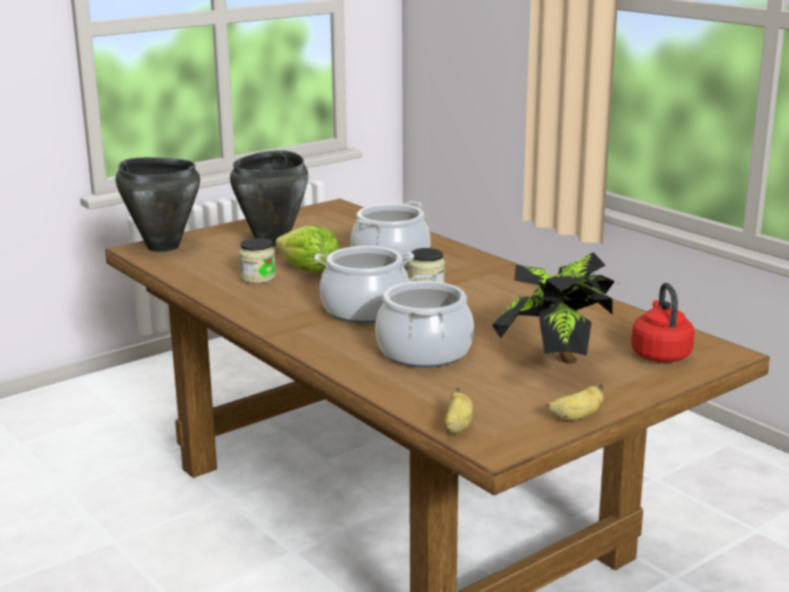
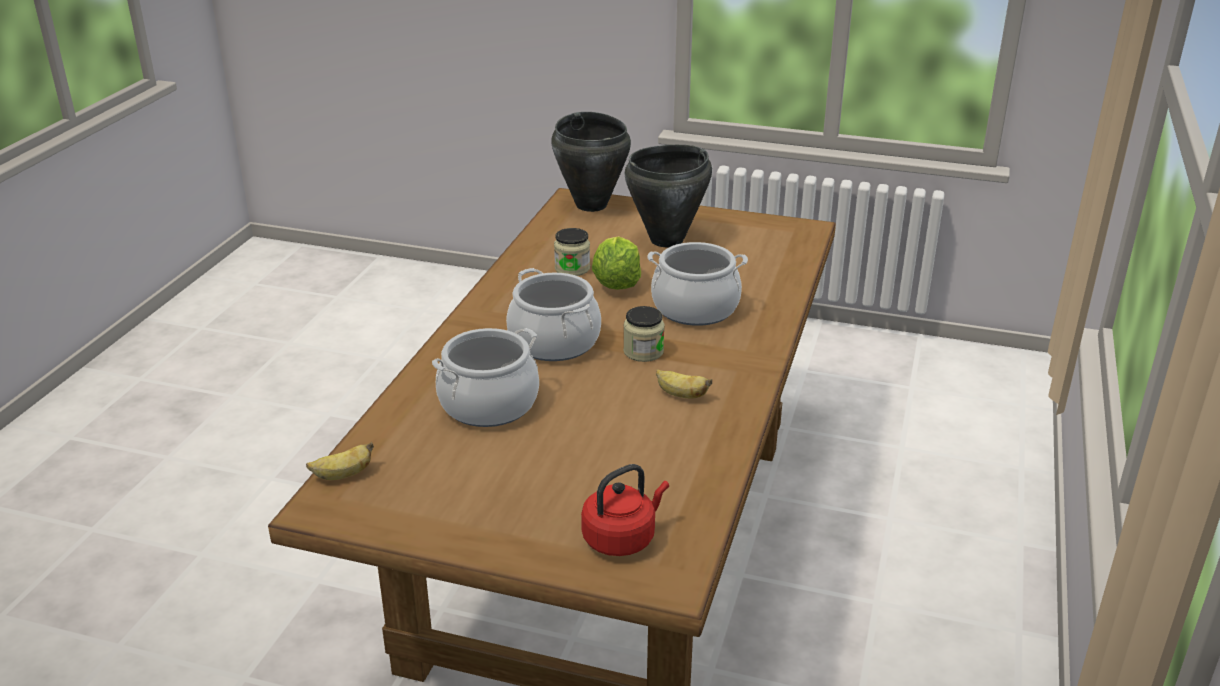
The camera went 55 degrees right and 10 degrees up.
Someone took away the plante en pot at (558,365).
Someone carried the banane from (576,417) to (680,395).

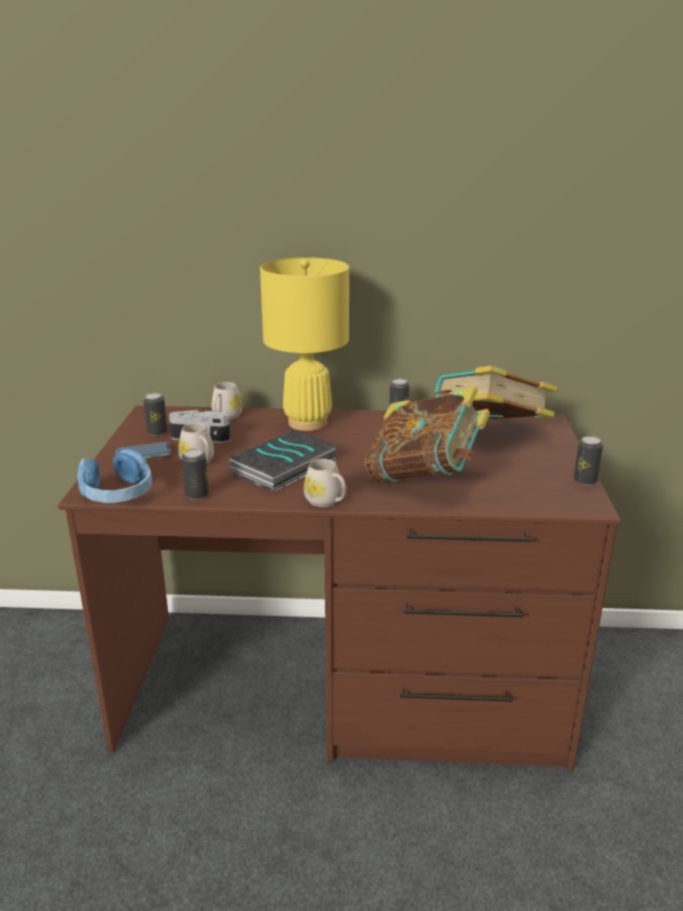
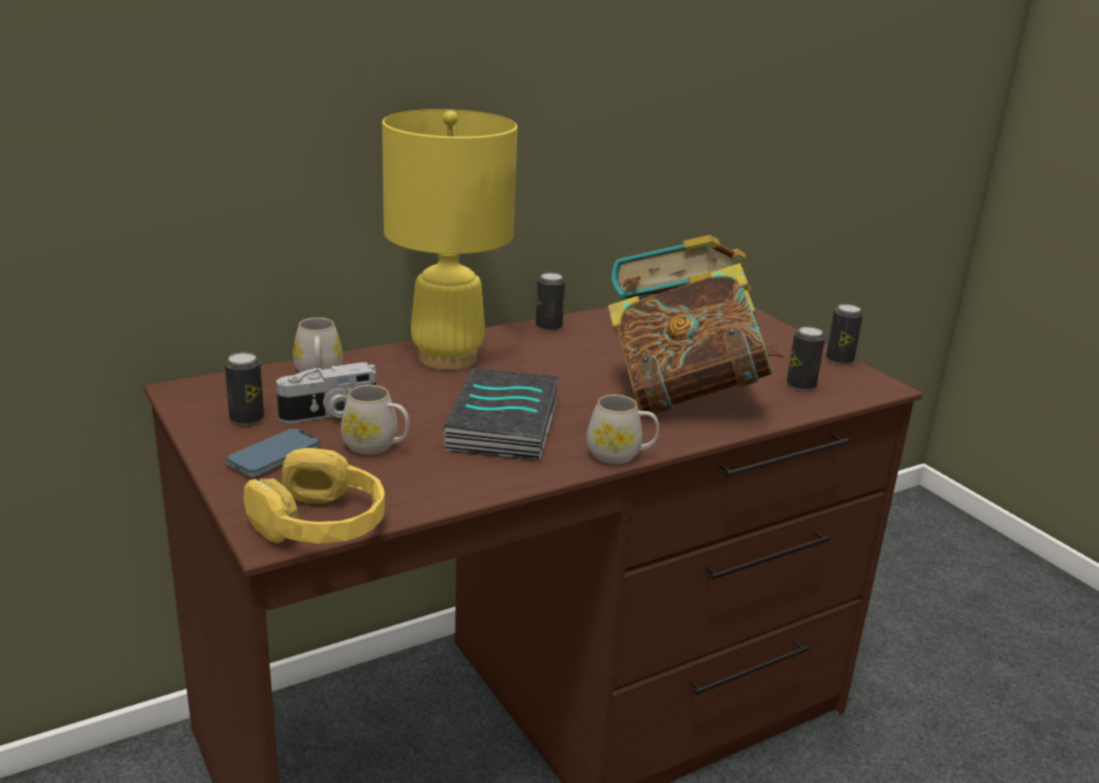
The camera went 35 degrees left and 0 degrees up.
Someone repainted the casque audio [bleu] at (117,493), which became the casque audio [jaune] at (320,524).
Someone carried the boîte métallique from (197,495) to (801,385).

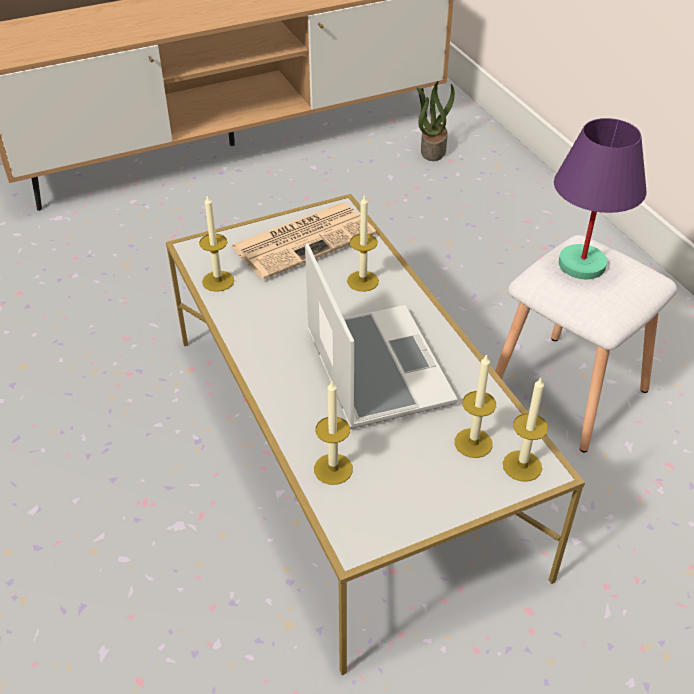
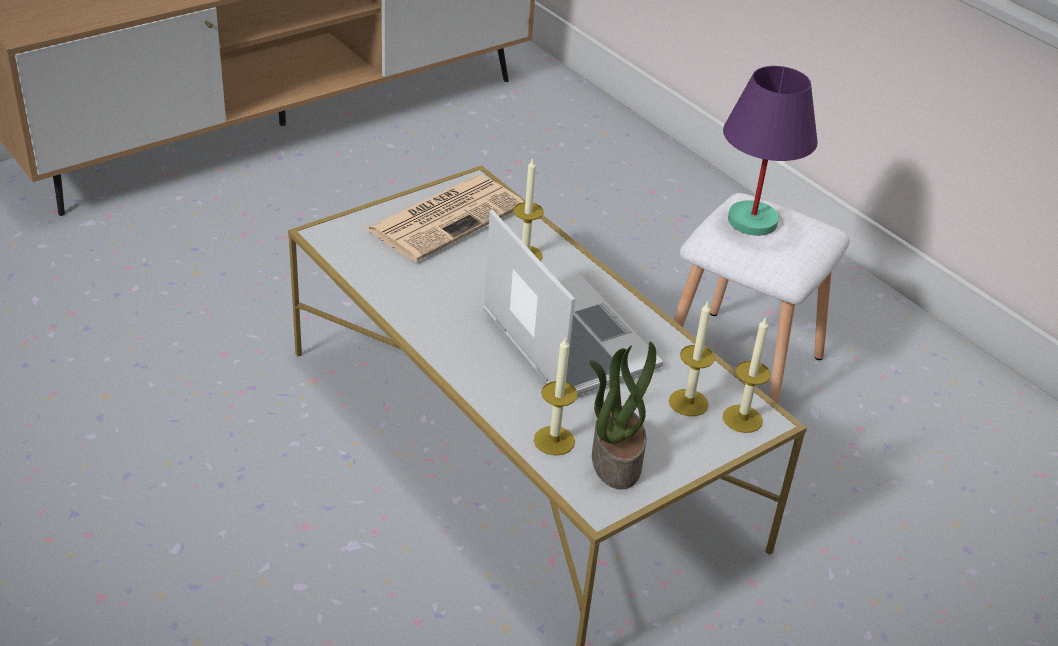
The camera went 15 degrees left and 5 degrees down.
Someone carried the plante en pot from (432,150) to (615,460).
Someone took away the bougie at (218,281).

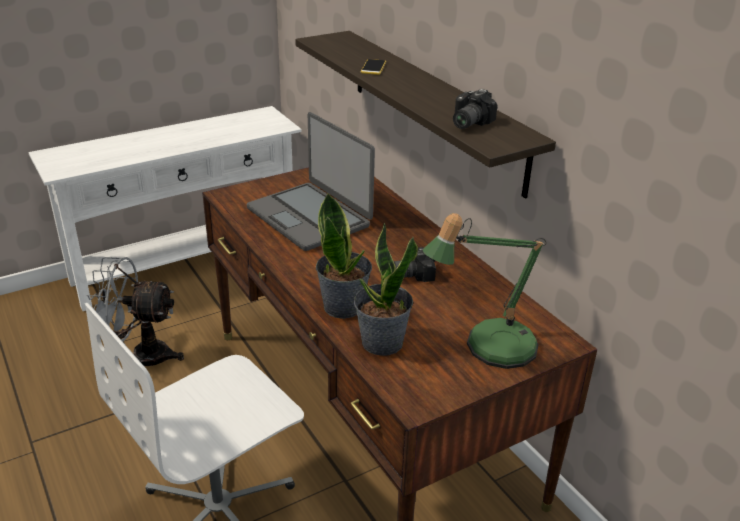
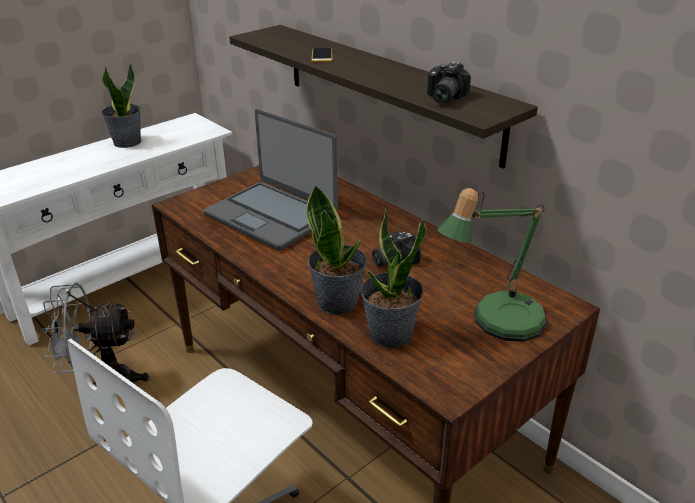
The camera went 10 degrees left and 0 degrees up.
Someone put down the plante en pot at (127,142).

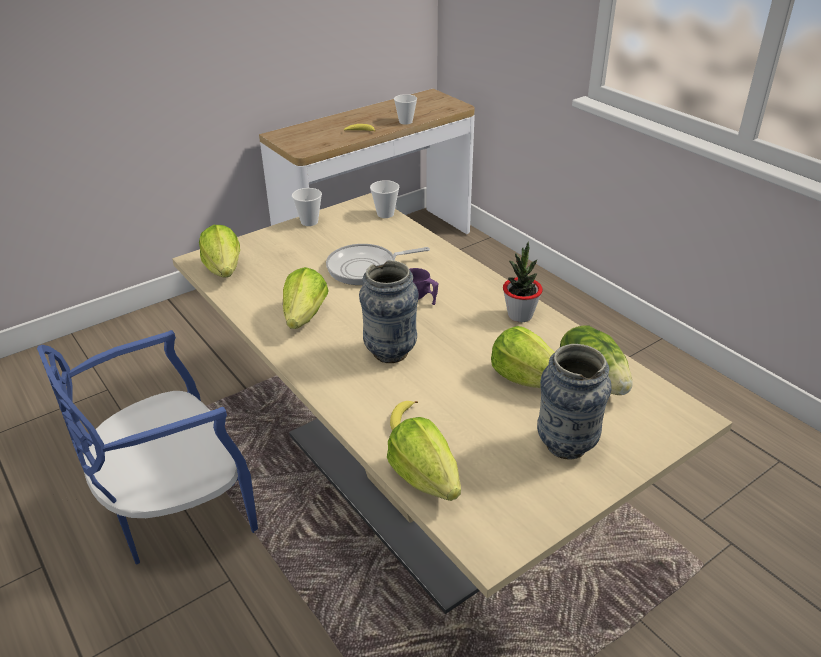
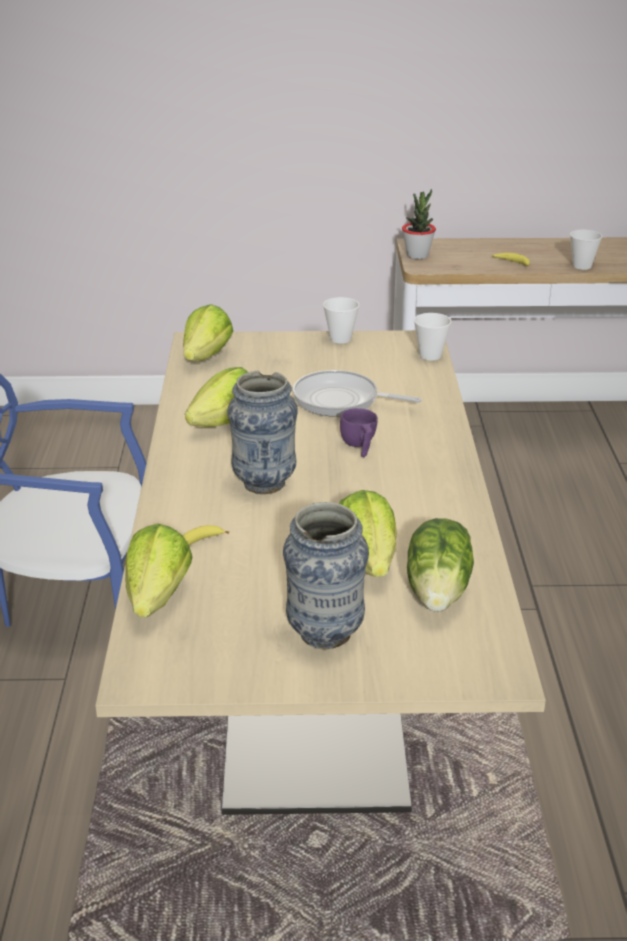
The camera went 35 degrees right and 5 degrees down.
Someone carried the plante en pot from (520,315) to (417,255).

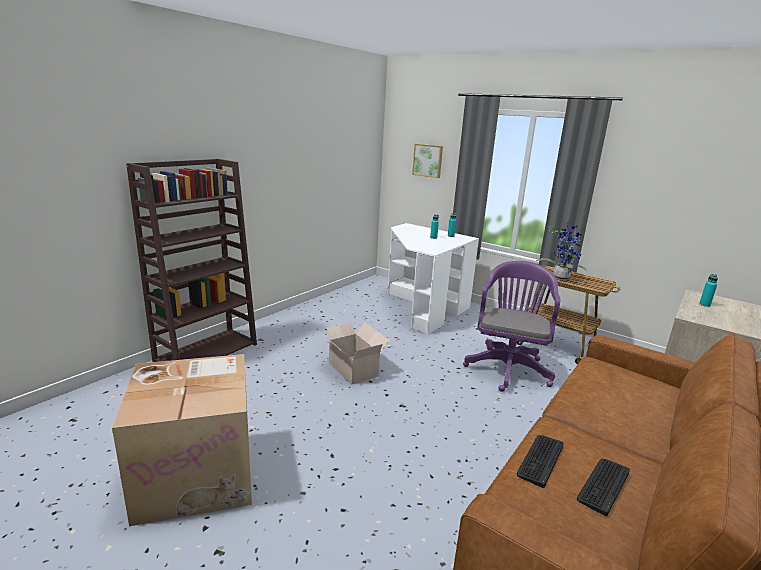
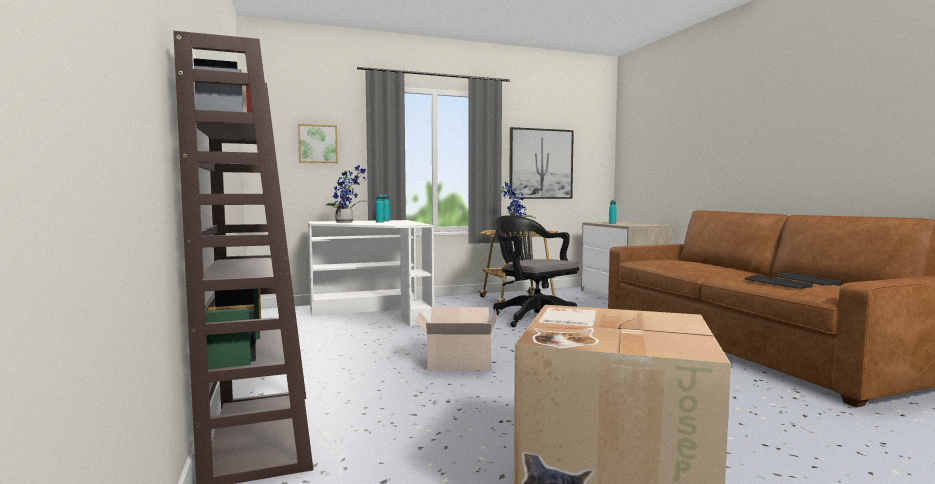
The camera went 55 degrees left and 15 degrees down.
Someone repainted the chaise de bureau [violet] at (508,367), which became the chaise de bureau [noir] at (533,317).
Someone put up the tableau at (541,164).
Someone put down the plante en pot at (346,222).

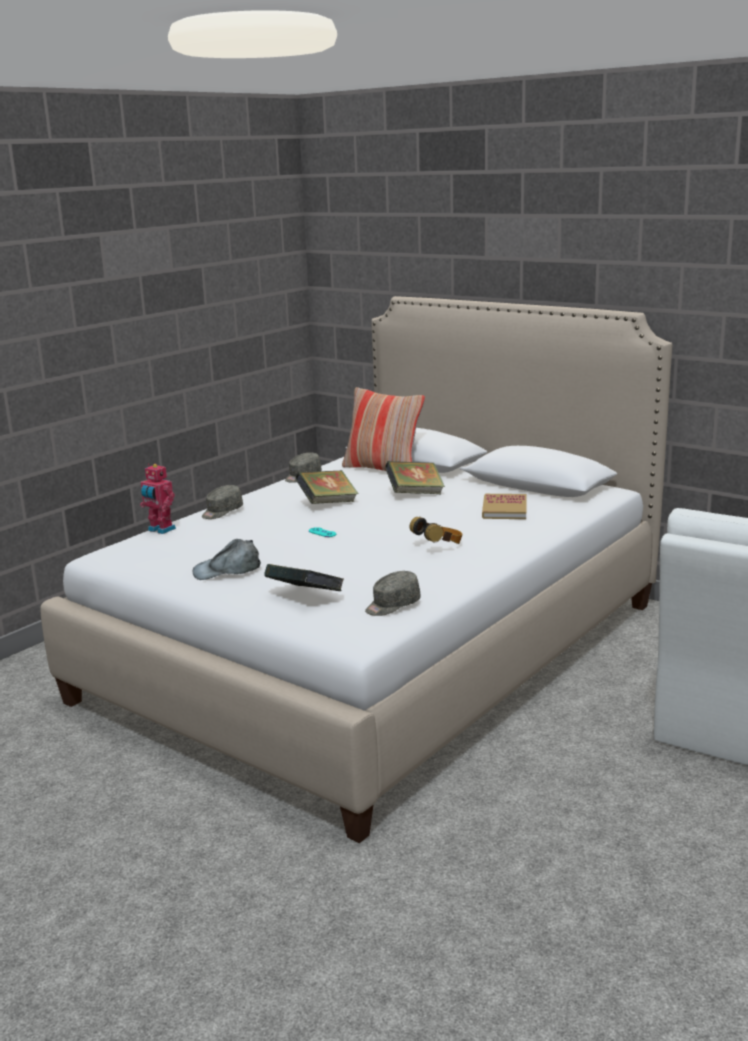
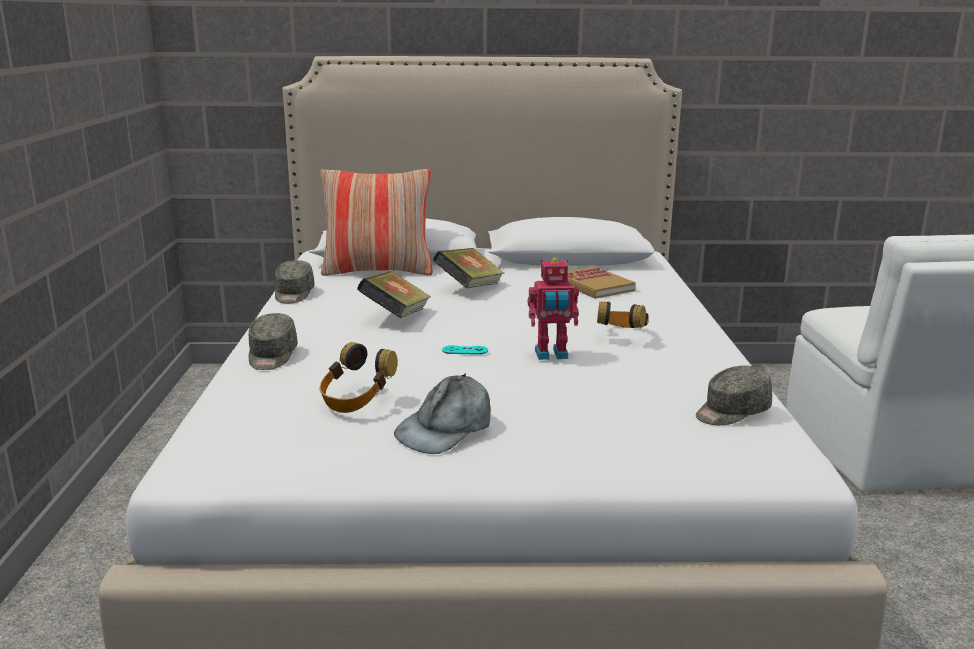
The camera went 40 degrees left and 0 degrees up.
Someone carried the robot jouet from (160,530) to (551,355).
Someone took away the livre at (305,598).
Someone rotated the casquette [gris] at (392,605) by 45 degrees clockwise.
Someone put down the casque audio at (356,400).

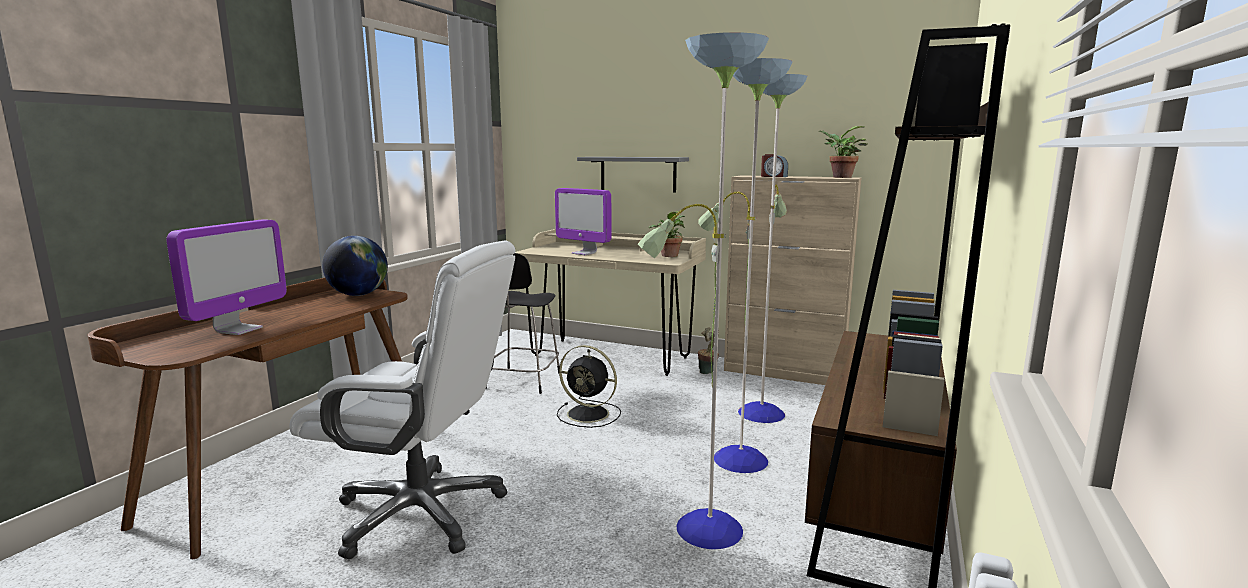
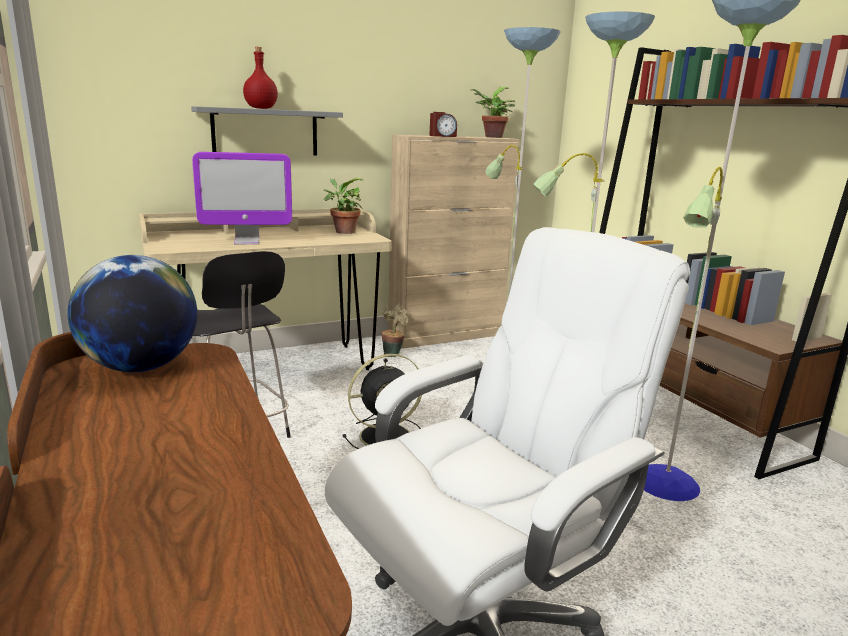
The camera went 50 degrees left and 5 degrees up.
Someone took away the écran d'ordinateur at (238,330).
Someone put down the bouteille [rouge] at (261,108).

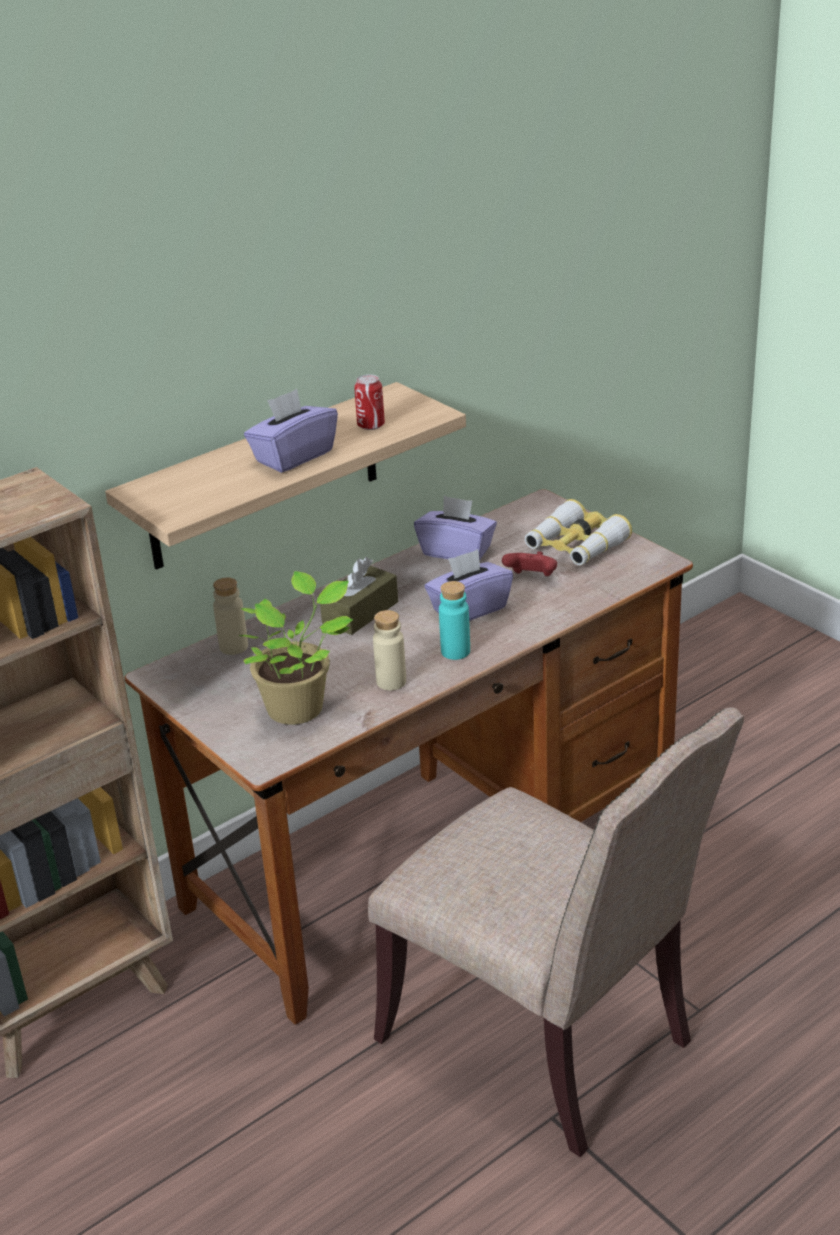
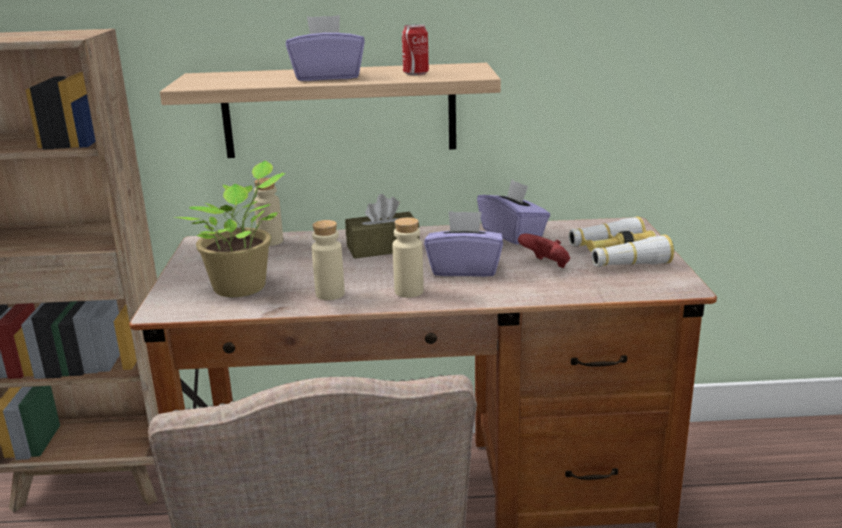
The camera went 35 degrees right and 10 degrees down.
Someone repainted the bouteille [turquoise] at (455,651), which became the bouteille [beige] at (409,291).

